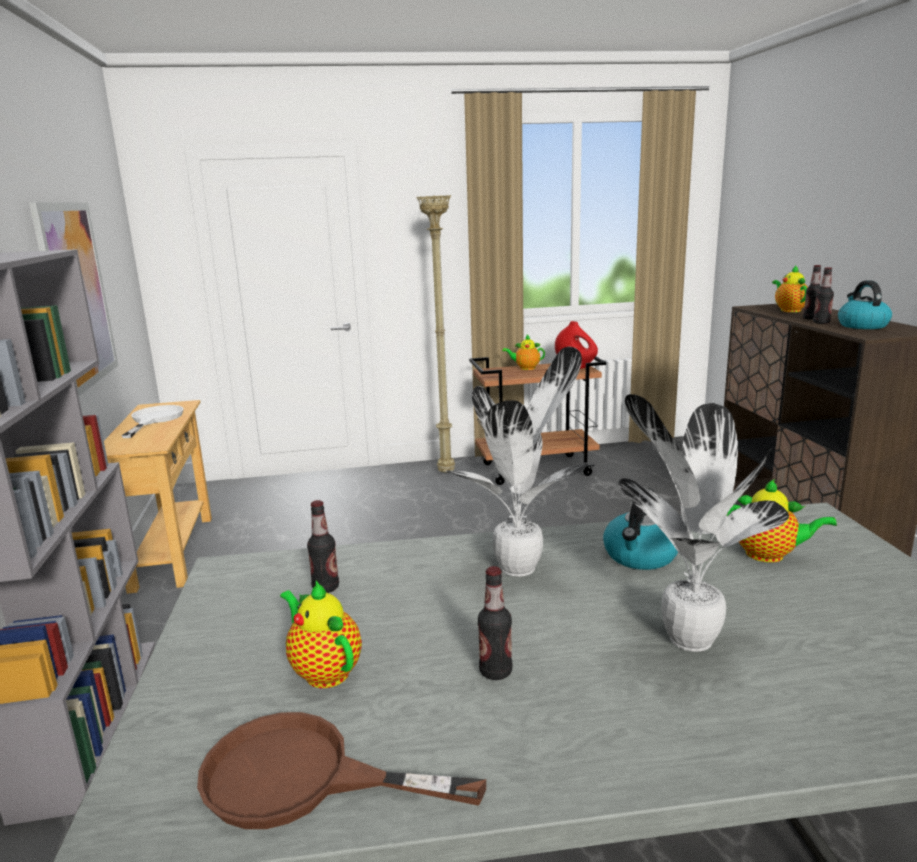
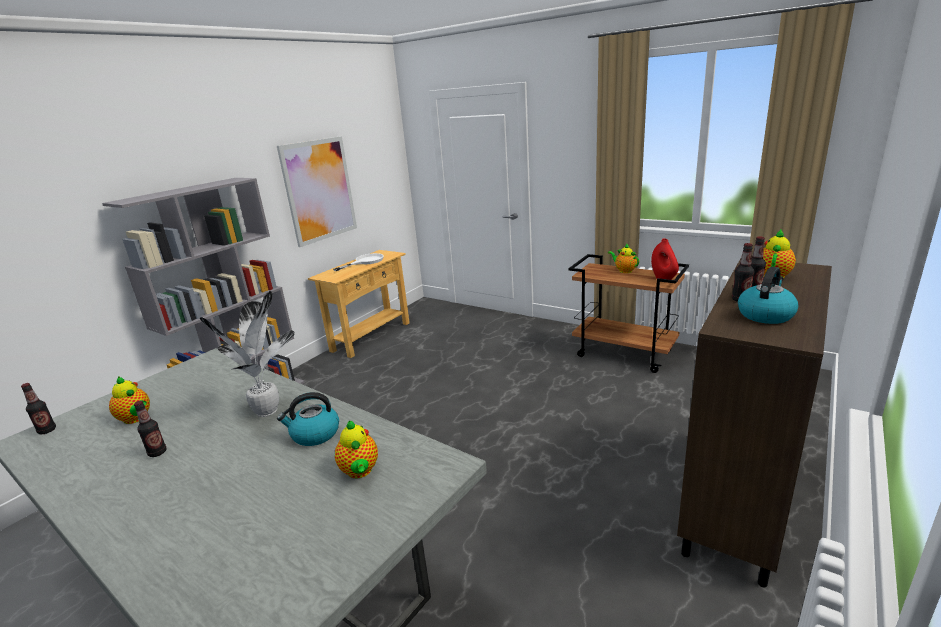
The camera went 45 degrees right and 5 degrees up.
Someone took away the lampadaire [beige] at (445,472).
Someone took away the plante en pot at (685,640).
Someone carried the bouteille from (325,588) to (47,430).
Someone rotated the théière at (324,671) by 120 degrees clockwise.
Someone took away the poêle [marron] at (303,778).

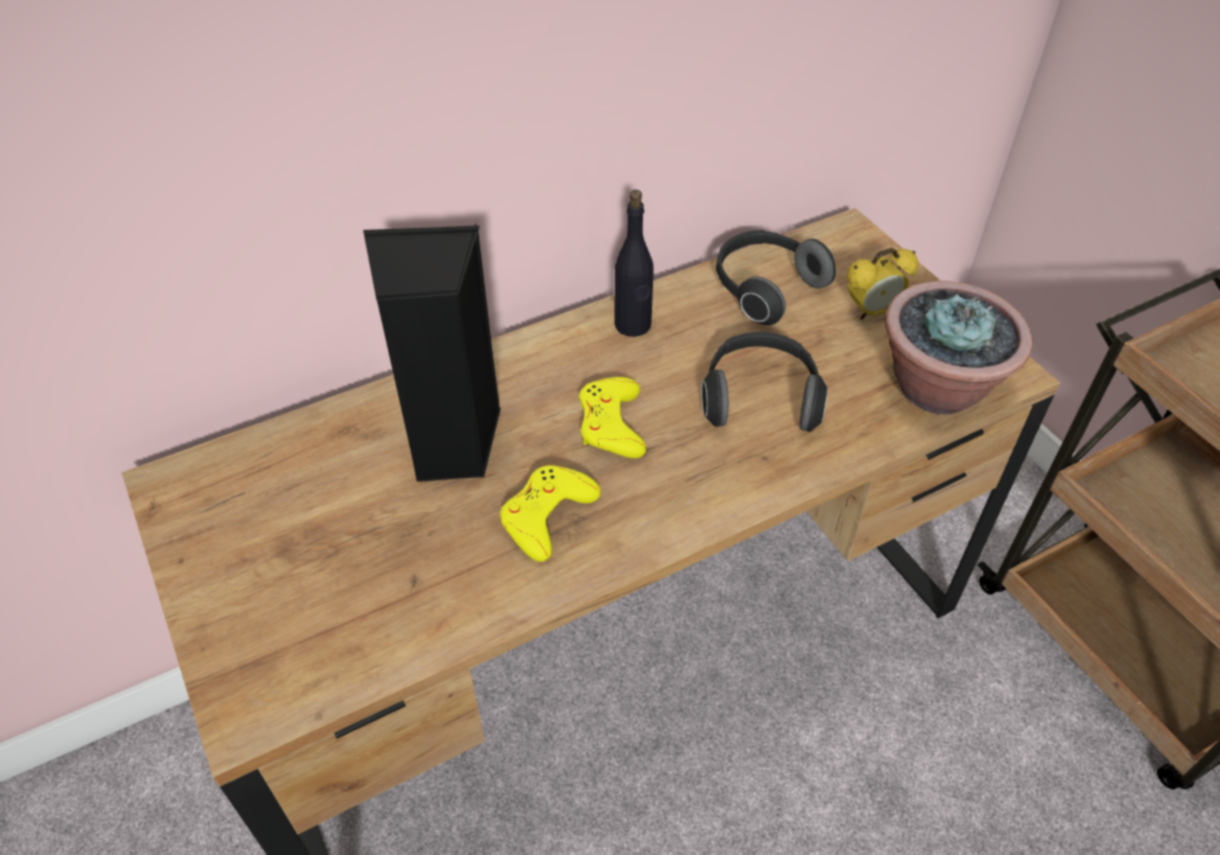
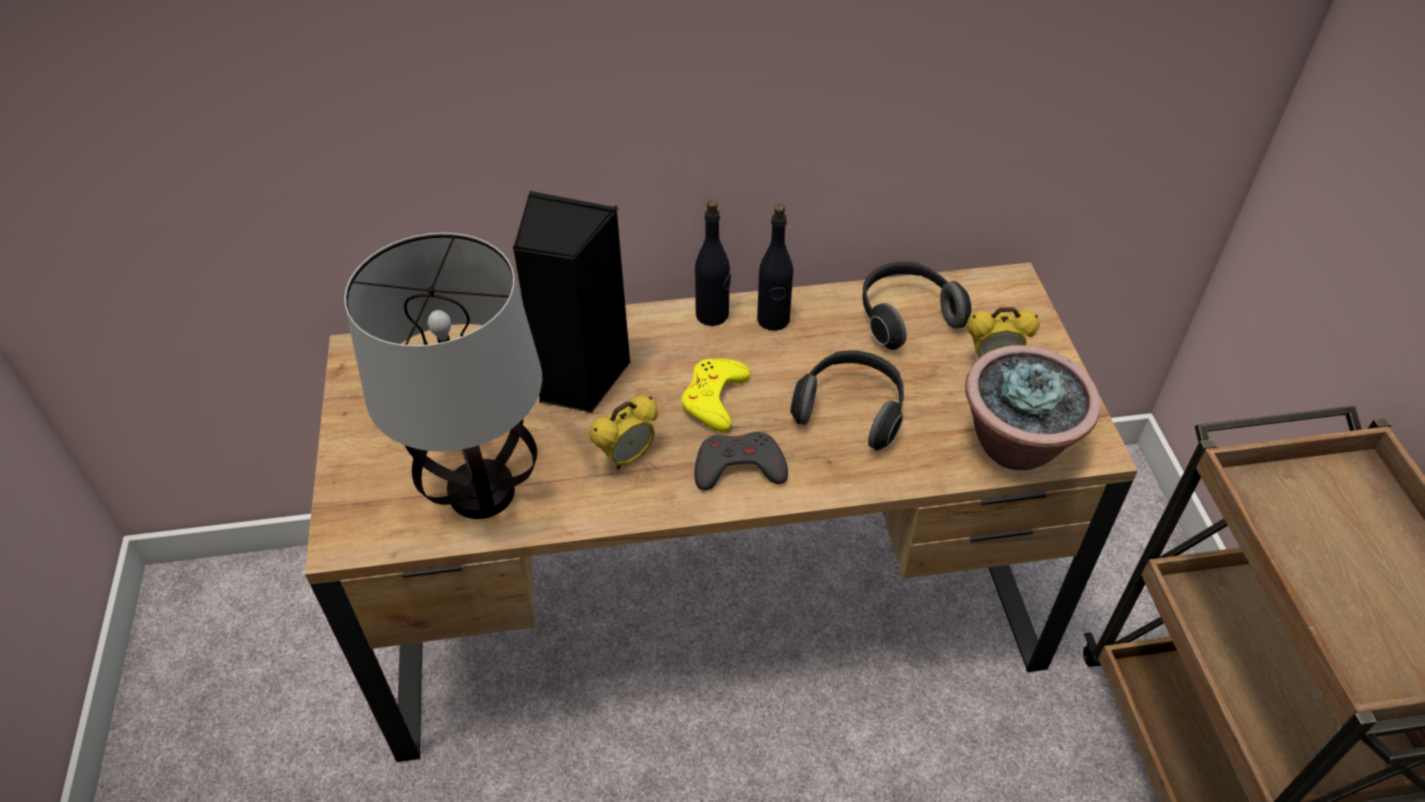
The camera went 20 degrees right and 0 degrees up.
Someone swapped the manette [jaune] at (547,516) for the réveil at (627,458).
Someone put down the bouteille [noir] at (712,315).
Someone put down the lampe de table at (481,494).
Someone put down the manette [gris] at (738,467).

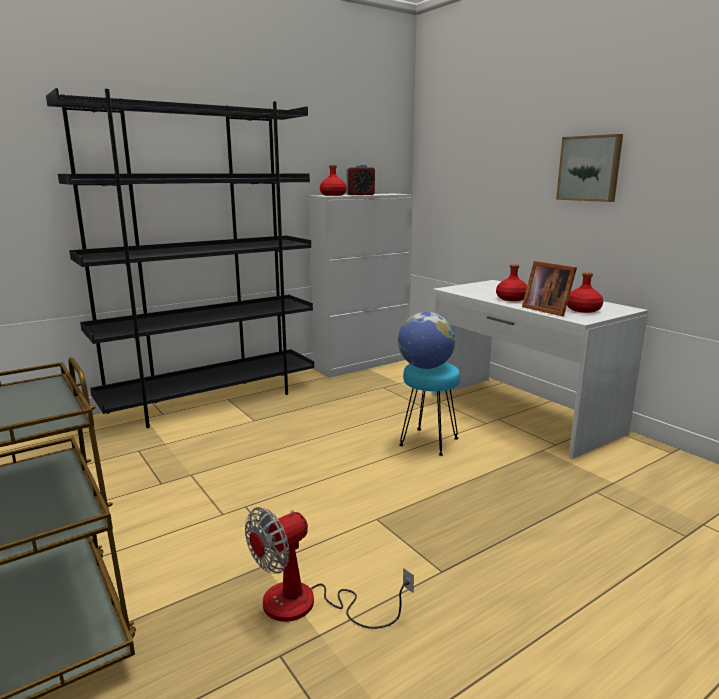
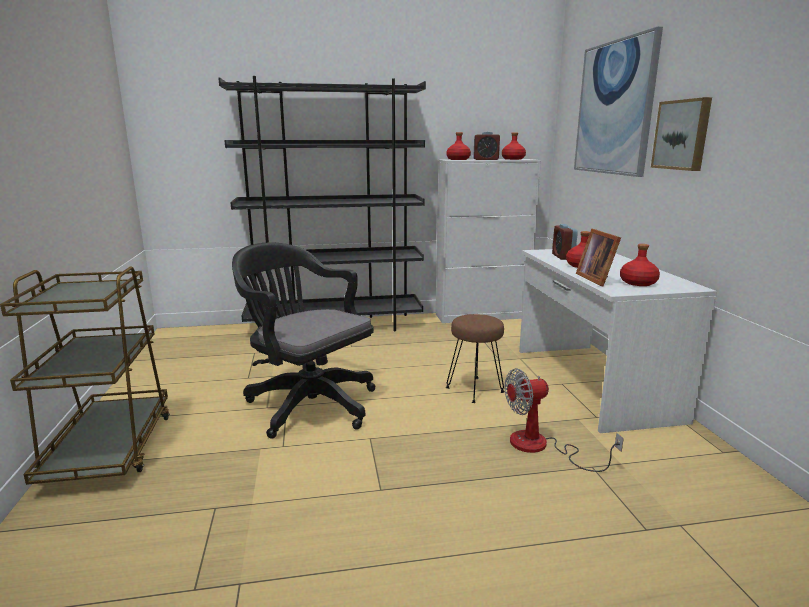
The camera went 25 degrees right and 0 degrees up.
Someone took away the globe at (425,367).
Someone repainted the tabouret [turquoise] at (428,441), which became the tabouret [marron] at (474,389).
Someone carried the ventilateur from (308,605) to (541,447).
Someone put up the tableau at (614,108).
Someone put down the bouteille [rouge] at (513,159).
Someone put down the réveil at (563,257).
Someone put down the chaise de bureau [noir] at (307,403).

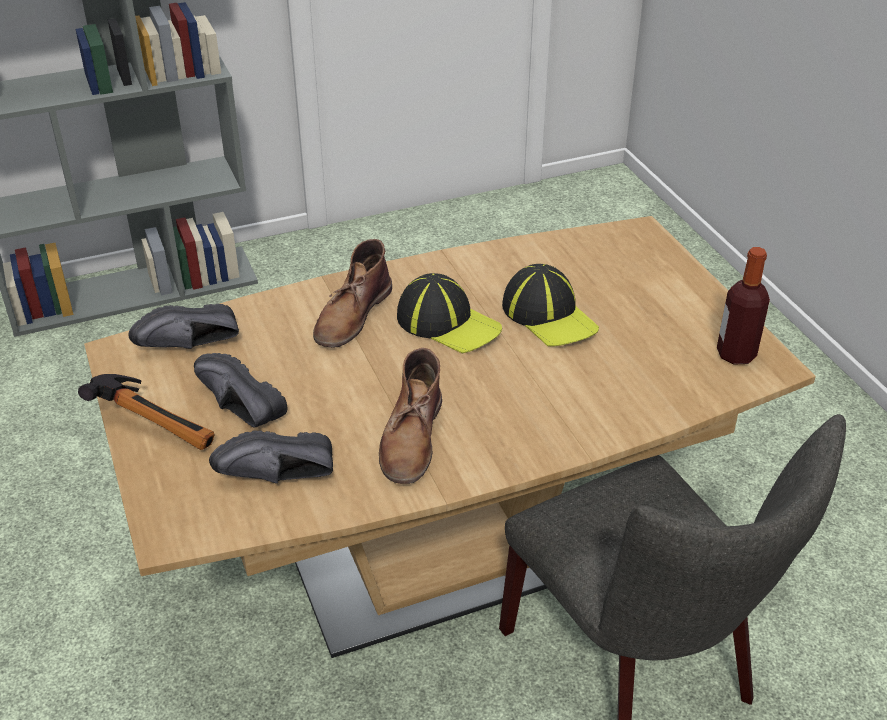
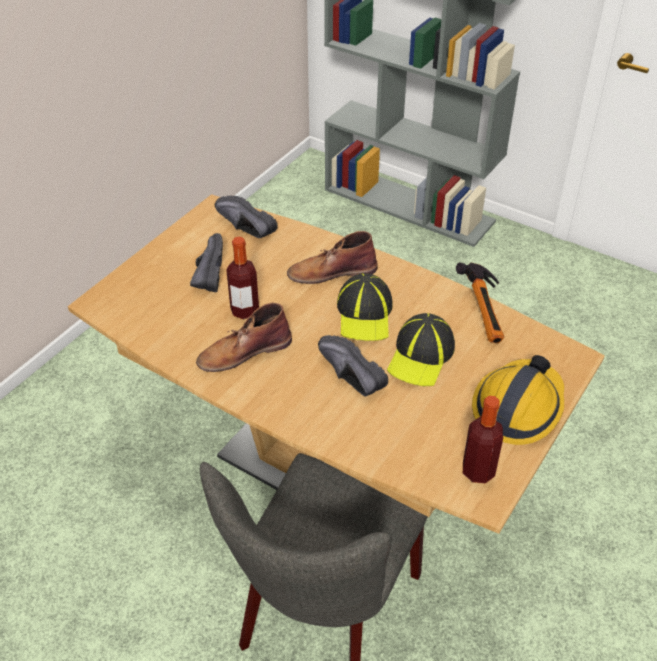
The camera went 55 degrees right and 5 degrees up.
Someone carried the marteau from (159,424) to (487,313).
Someone carried the chaussure [noir] from (278,478) to (347,378).
Someone put down the bouteille at (244,310).
Someone put down the casque de chantier at (518,407).

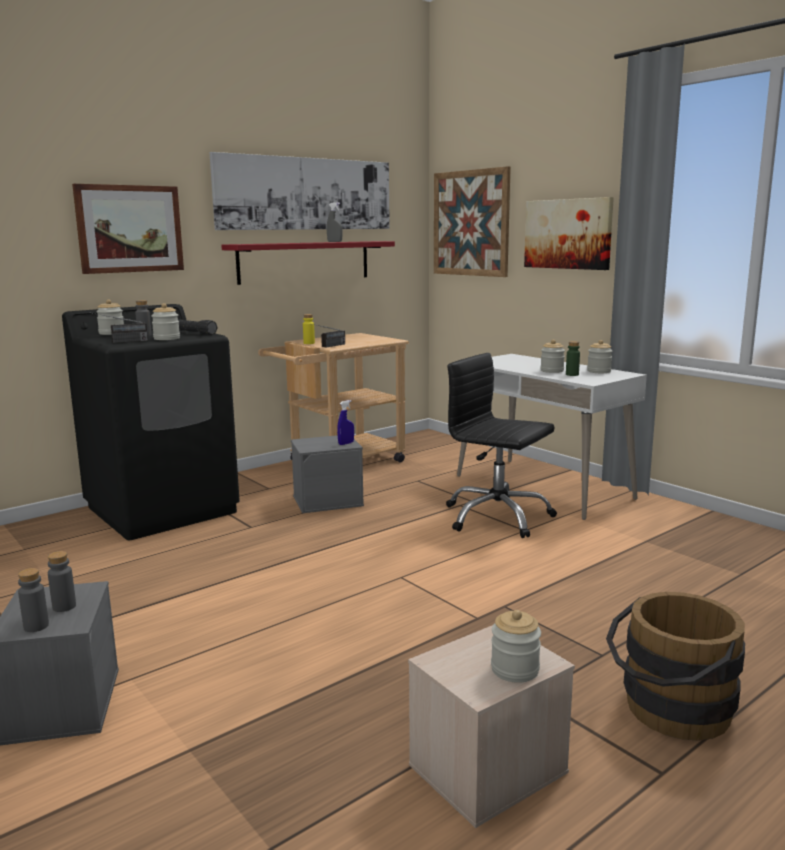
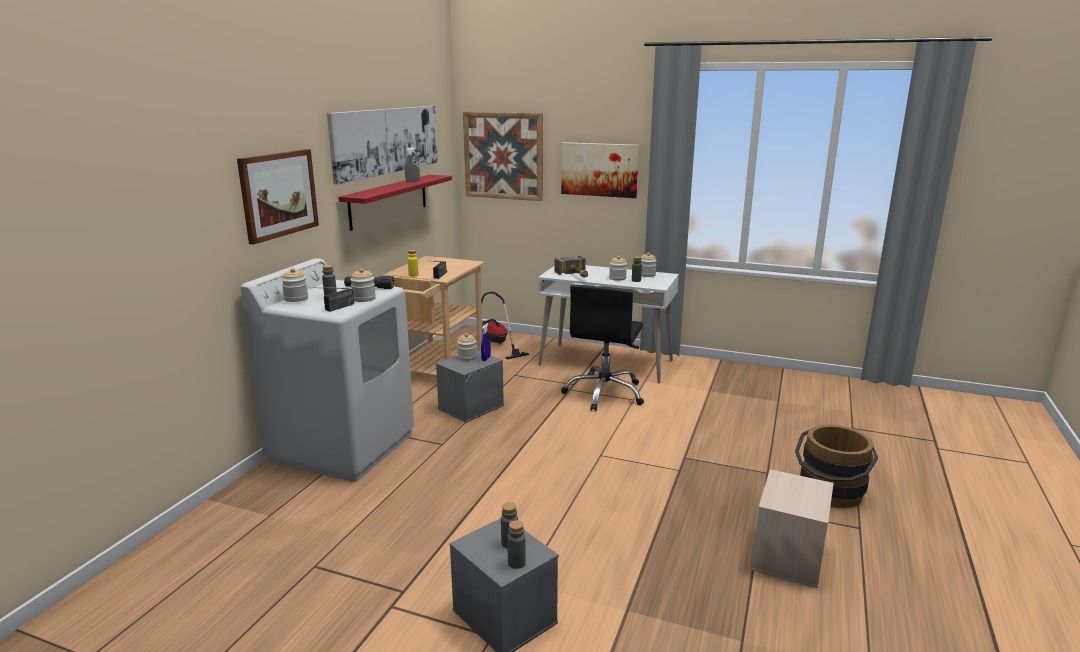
The camera went 30 degrees left and 5 degrees up.
Someone repainted the lave-linge [noir] at (163,509), which became the lave-linge [blanc] at (343,447).
Someone rotated the chaise de bureau [noir] at (497,517) by 75 degrees counterclockwise.
Someone carried the bocal from (515,669) to (467,357).
Someone put down the marteau at (576,276).
Someone put down the aspirateur at (496,344).

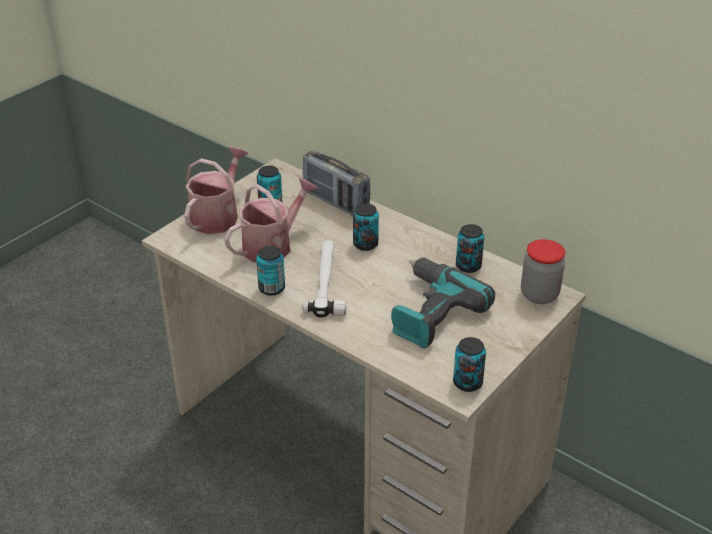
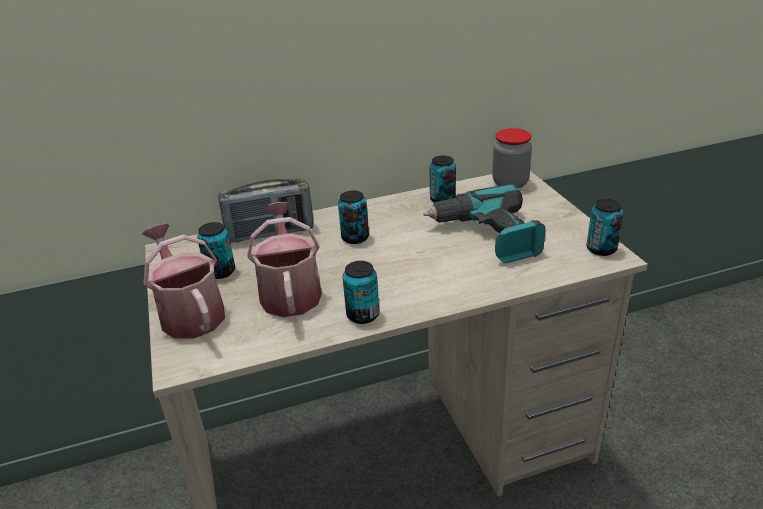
The camera went 55 degrees left and 5 degrees down.
Someone took away the marteau at (327,281).

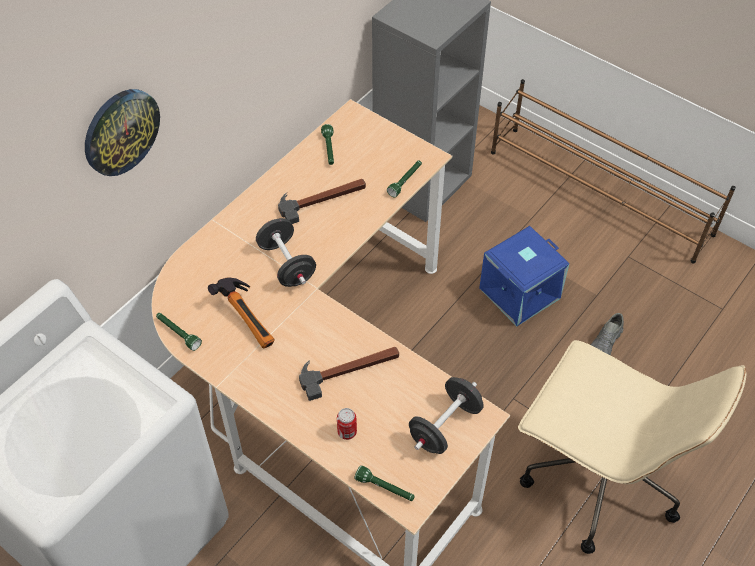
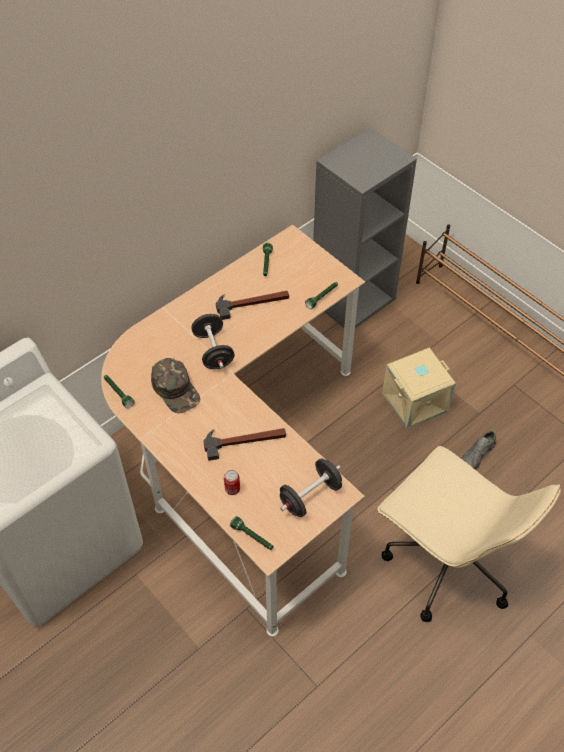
The camera went 10 degrees right and 0 degrees up.
Someone took away the horloge murale at (120,131).
Someone repainted the boîte de rangement [bleu] at (519,292), which became the boîte de rangement [beige] at (414,401).
Someone swapped the marteau at (250,318) for the casquette [vert] at (176,389).

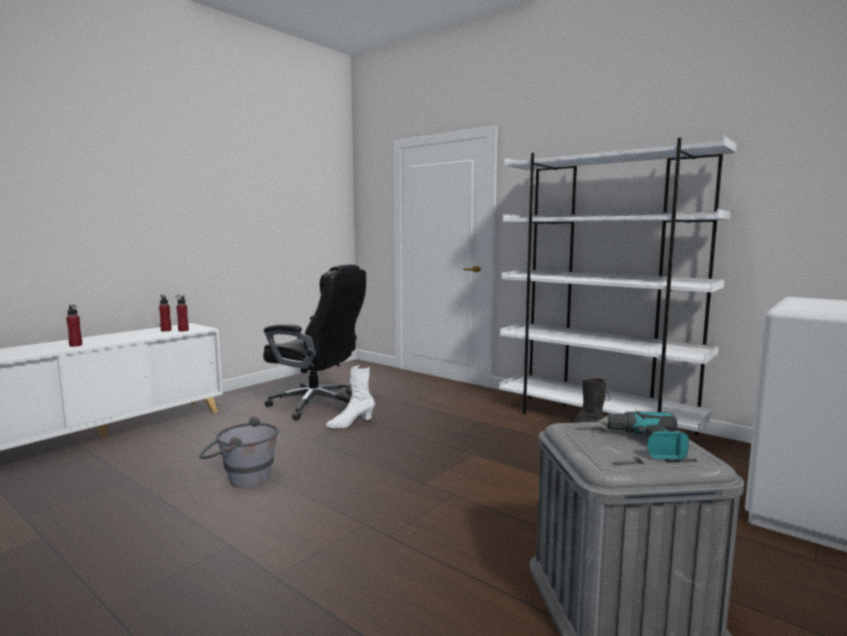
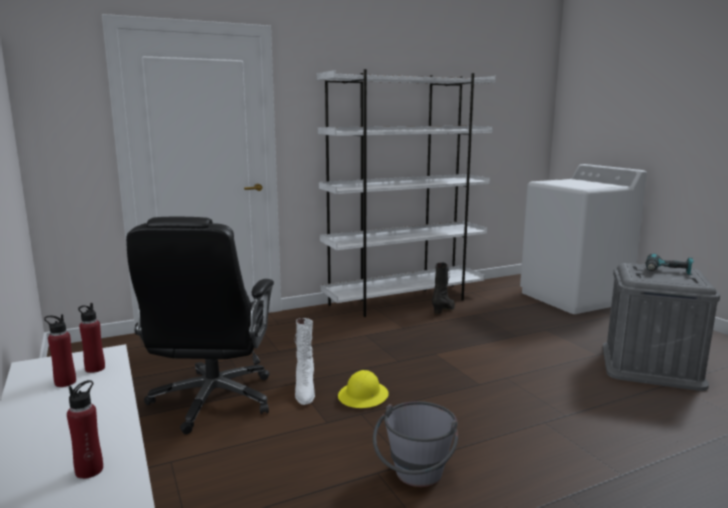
The camera went 65 degrees left and 5 degrees up.
Someone rotated the chaise de bureau [noir] at (317,405) by 135 degrees clockwise.
Someone put down the casque de chantier [jaune] at (363,396).

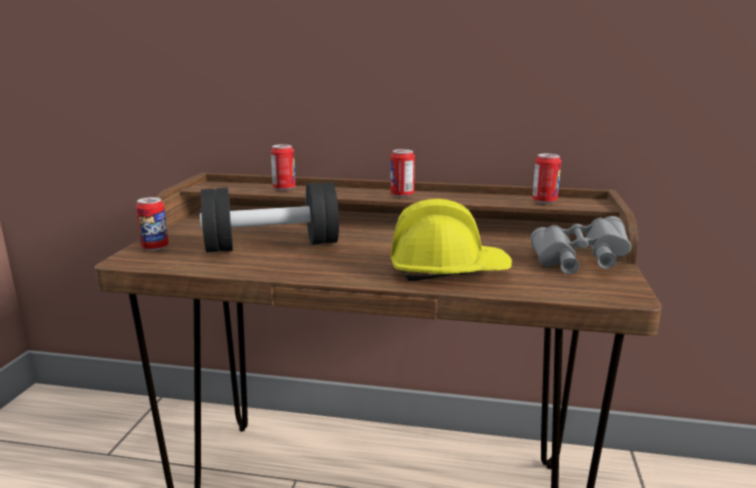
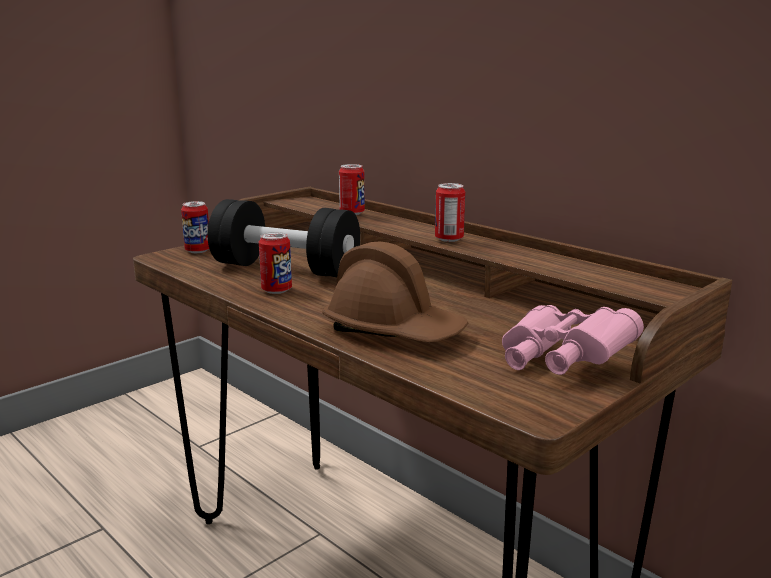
The camera went 35 degrees right and 0 degrees up.
Someone carried the boîte métallique from (544,201) to (276,290).
Someone repainted the casque de chantier [jaune] at (448,270), which became the casque de chantier [marron] at (394,331).
Someone repainted the jumelles [gris] at (578,263), which became the jumelles [rose] at (560,362).

